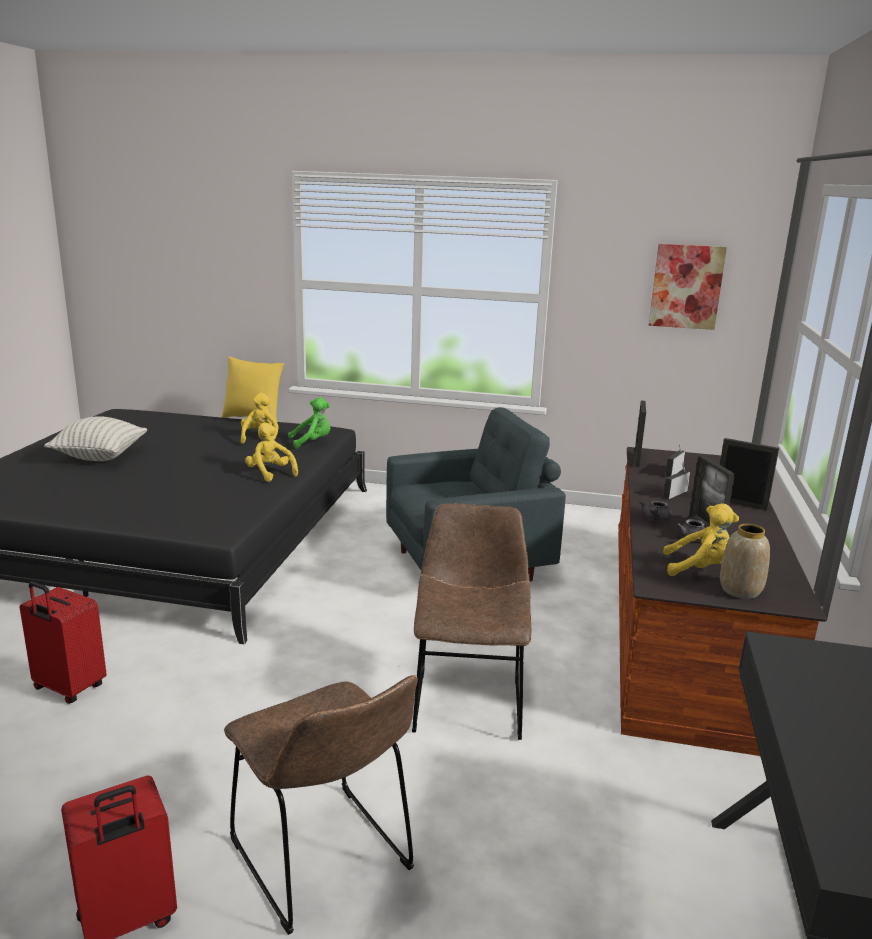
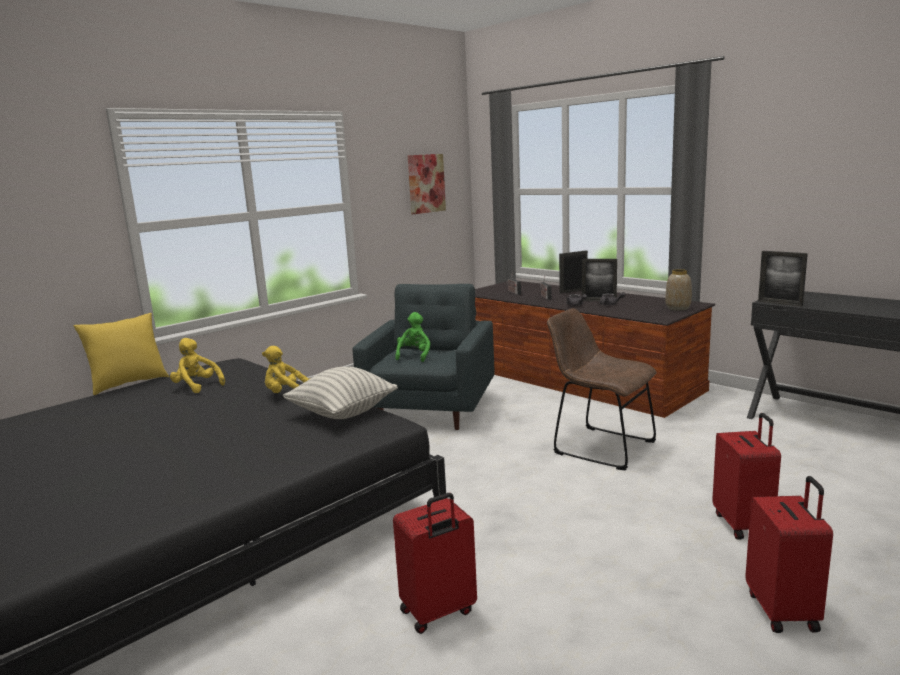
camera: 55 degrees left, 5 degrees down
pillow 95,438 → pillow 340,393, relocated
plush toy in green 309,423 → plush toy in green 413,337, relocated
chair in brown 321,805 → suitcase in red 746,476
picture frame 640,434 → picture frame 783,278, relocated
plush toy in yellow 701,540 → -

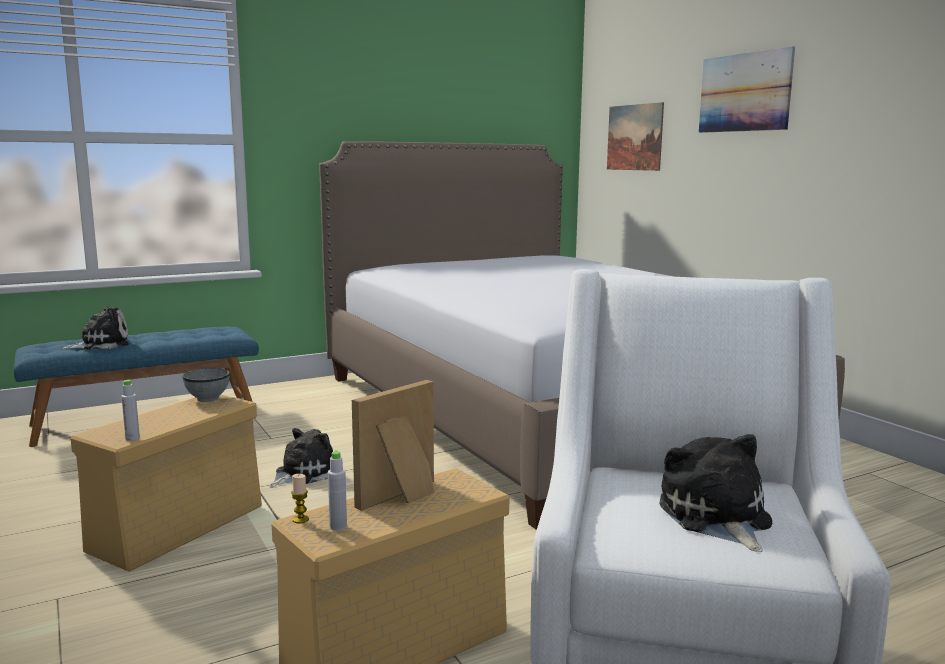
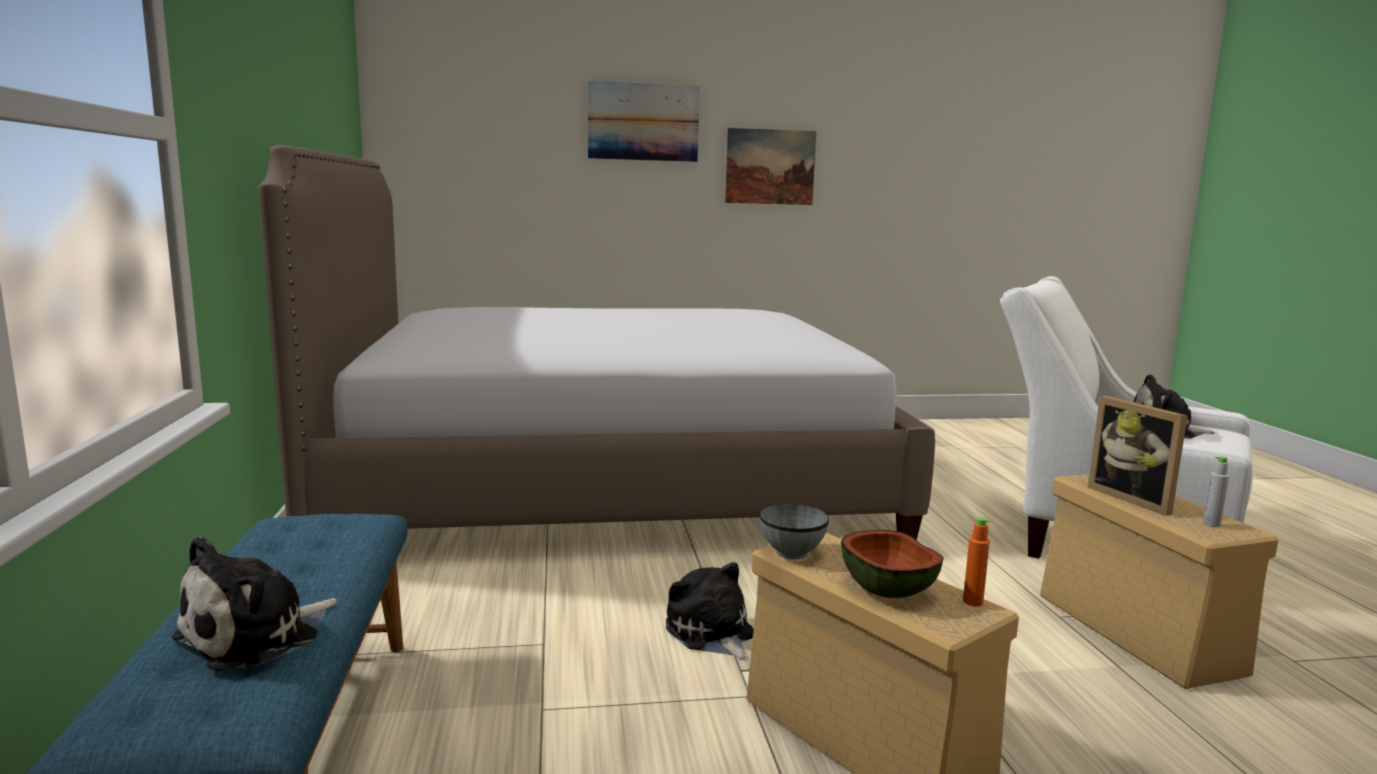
camera: 70 degrees left, 0 degrees up
plush toy 95,328 → plush toy 254,603, 135 degrees counterclockwise
picture 635,136 → picture 770,166, relocated
- → bowl 892,564
bottle in grey 130,410 → bottle in orange 976,562
candle 300,499 → -

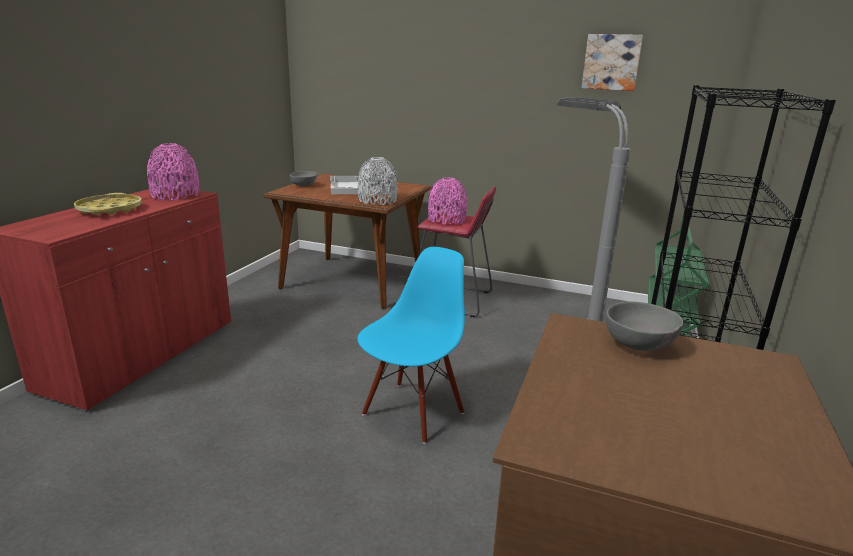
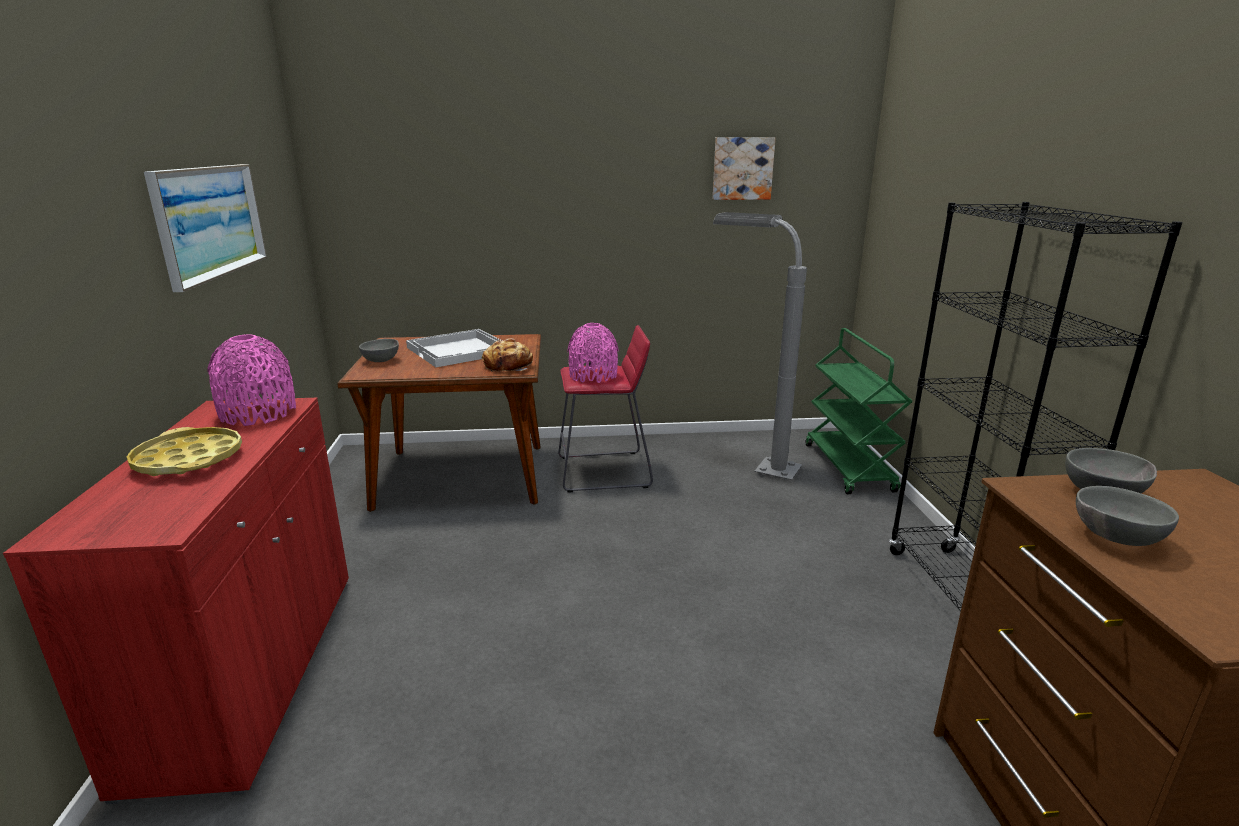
camera: 25 degrees left, 0 degrees up
- → picture 205,228
vase in grey 377,181 → bread 507,355
- → bowl in grey 1127,516
chair in blue 411,345 → -

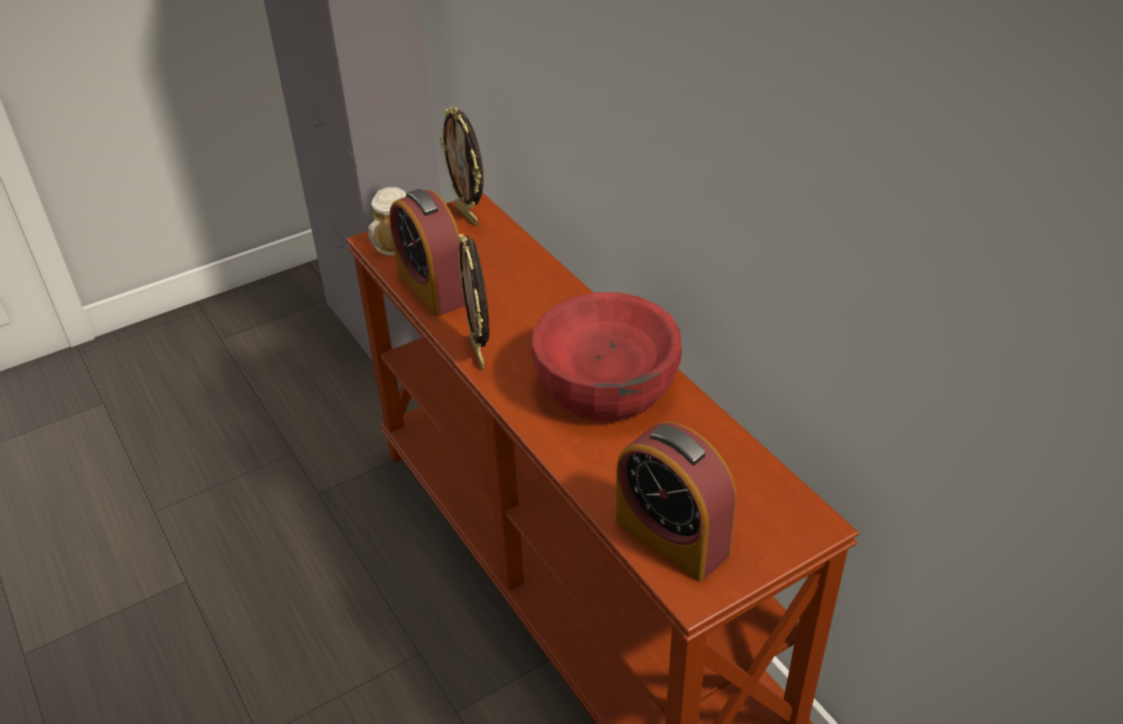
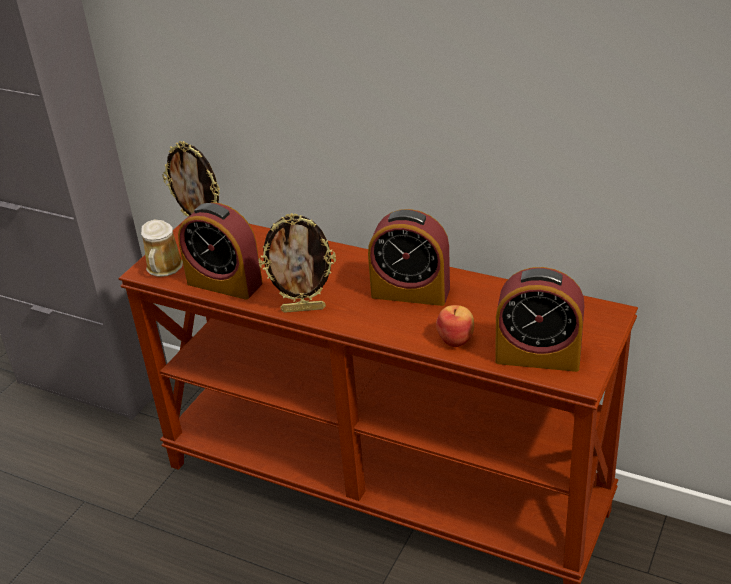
camera: 30 degrees left, 5 degrees down
picture frame 473,301 → picture frame 297,263, 45 degrees counterclockwise
bowl in red 606,356 → alarm clock 409,257
- → apple 455,326

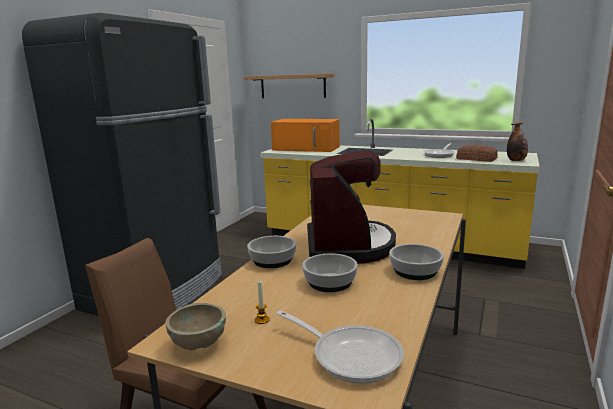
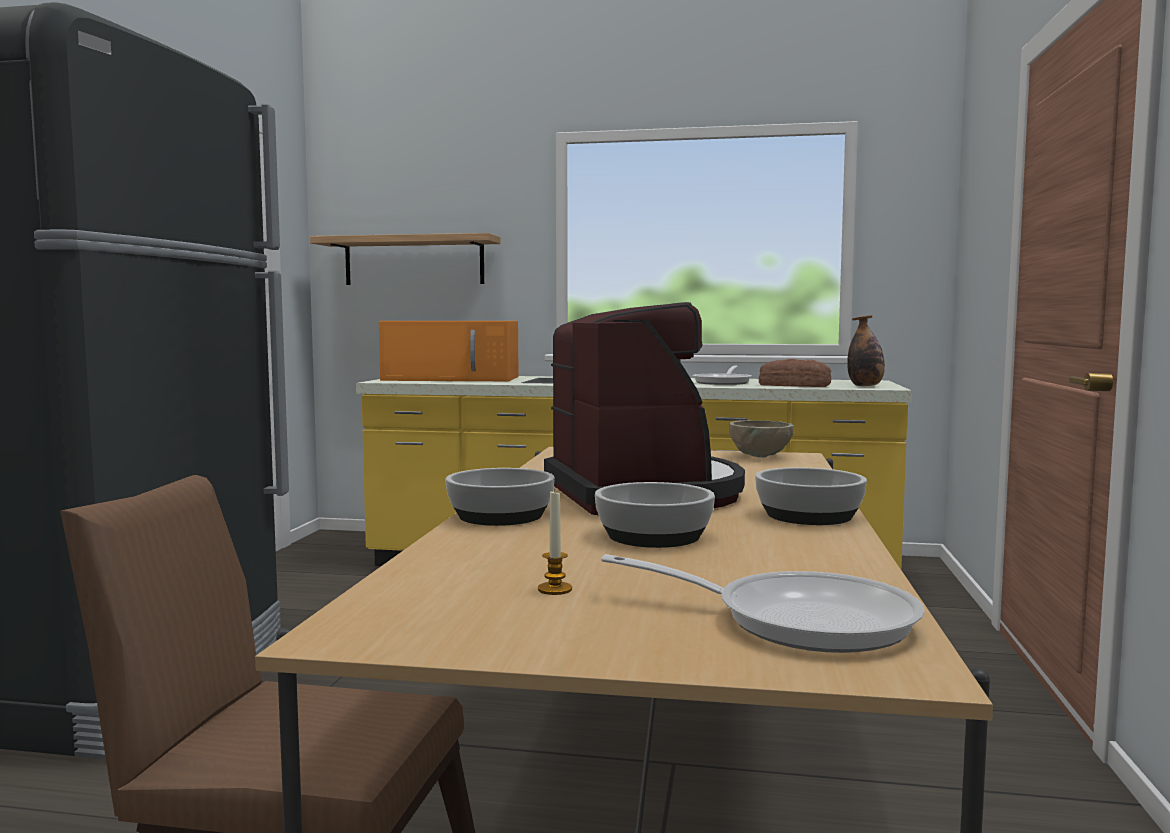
camera: 15 degrees left, 10 degrees down
bowl in beige 195,326 → bowl in beige 761,438, relocated

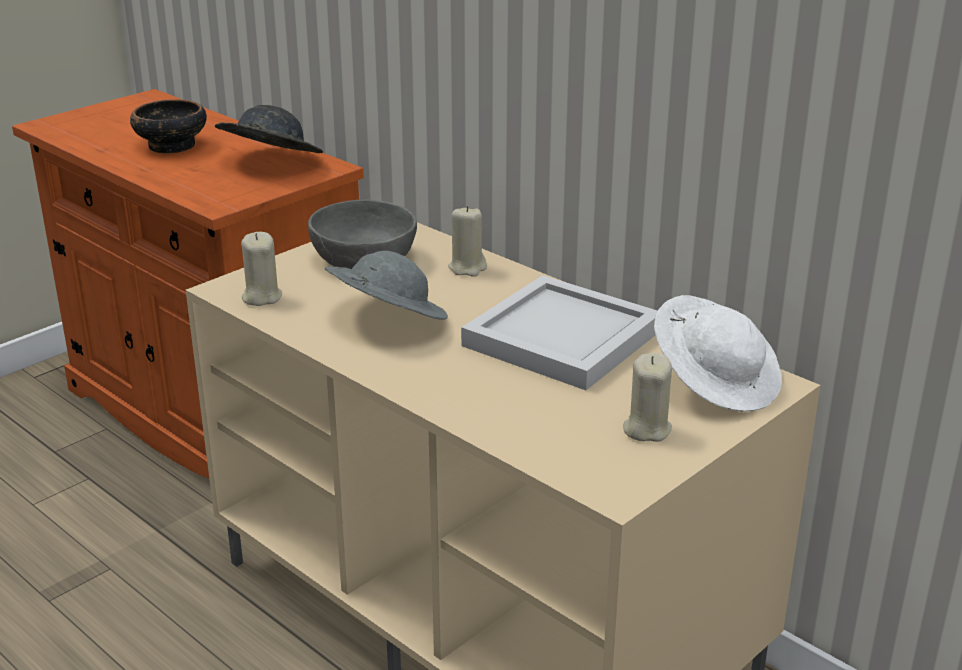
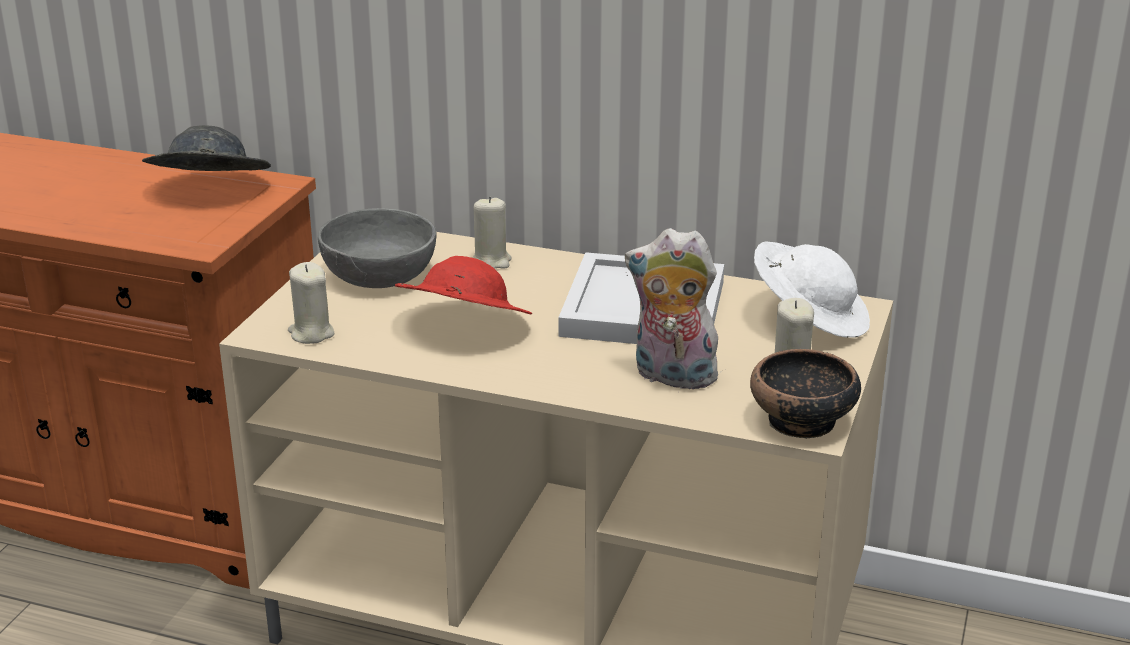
camera: 25 degrees left, 0 degrees up
hat in grey 386,285 → hat in red 463,285
- → plush toy 673,308
bowl 168,126 → bowl 805,394, relocated

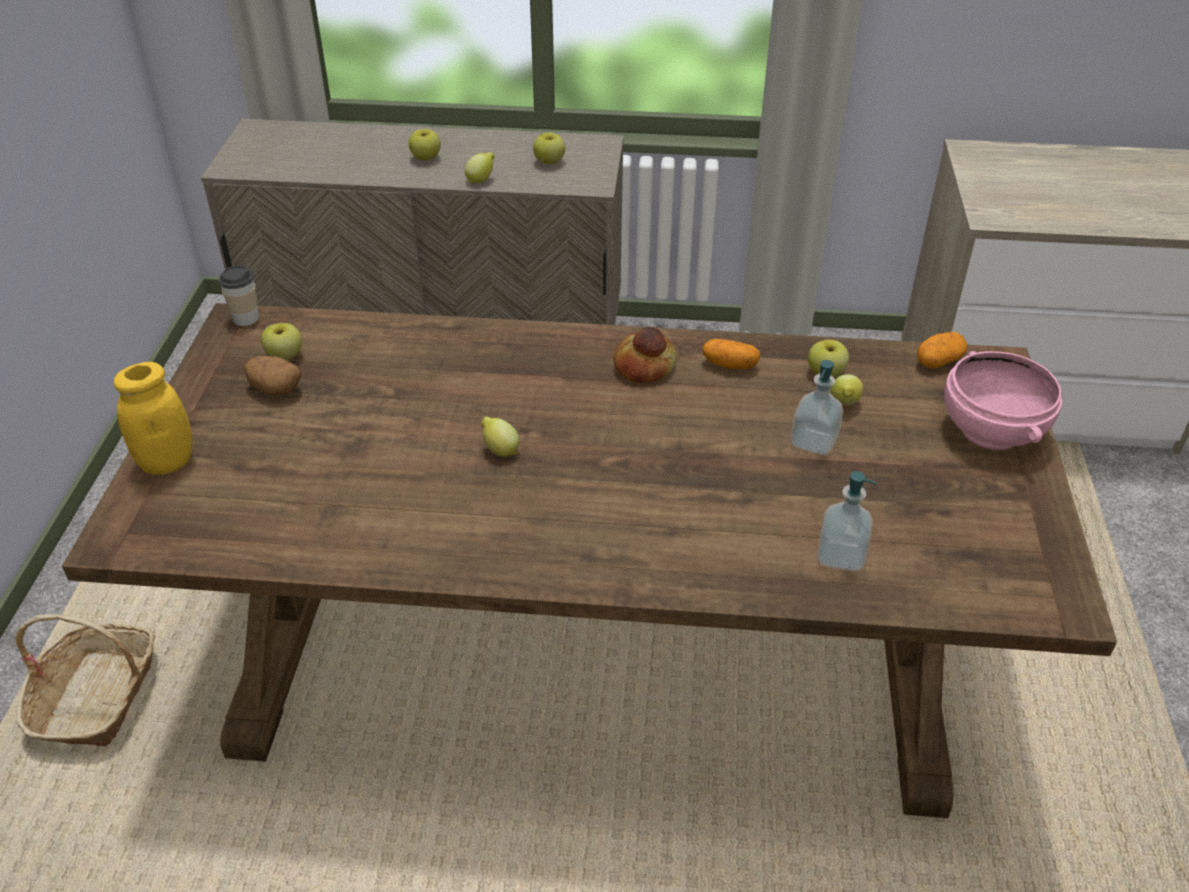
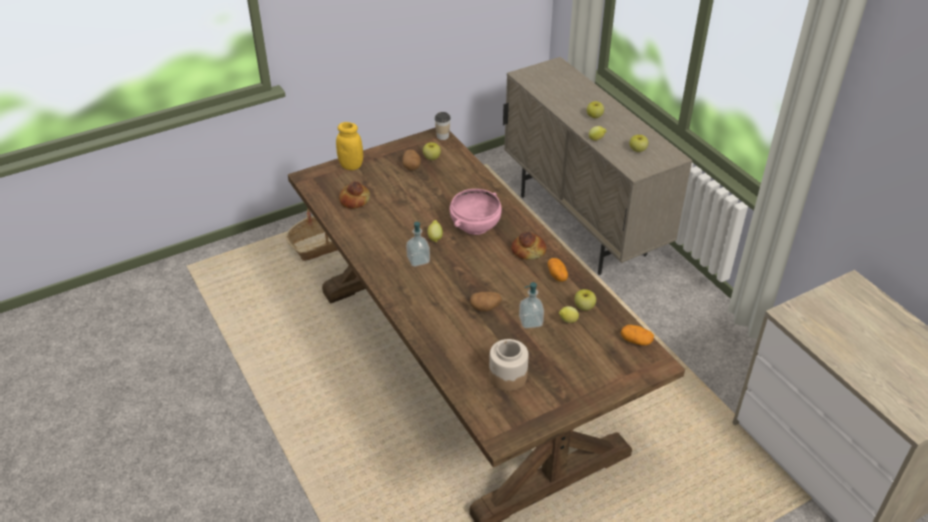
camera: 55 degrees right, 0 degrees up
- → bread 354,195
soap dispenser 847,521 → soap dispenser 418,244, relocated
bowl in pink 1003,400 → bowl in pink 476,212, relocated
- → potato 486,302
- → jar 509,365

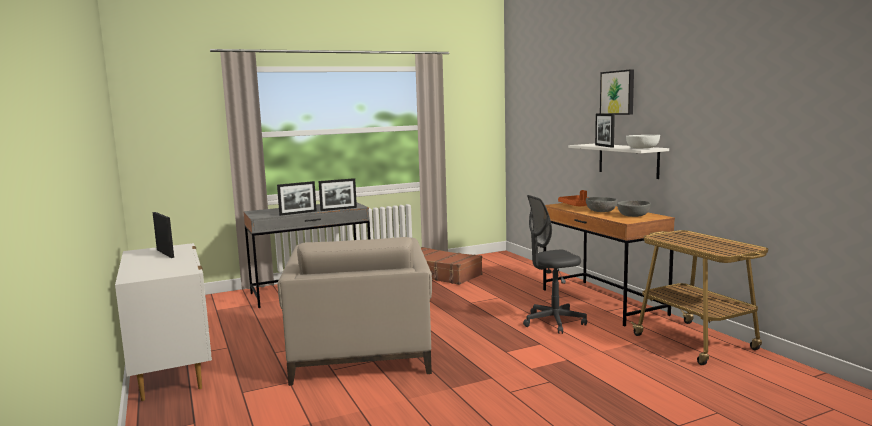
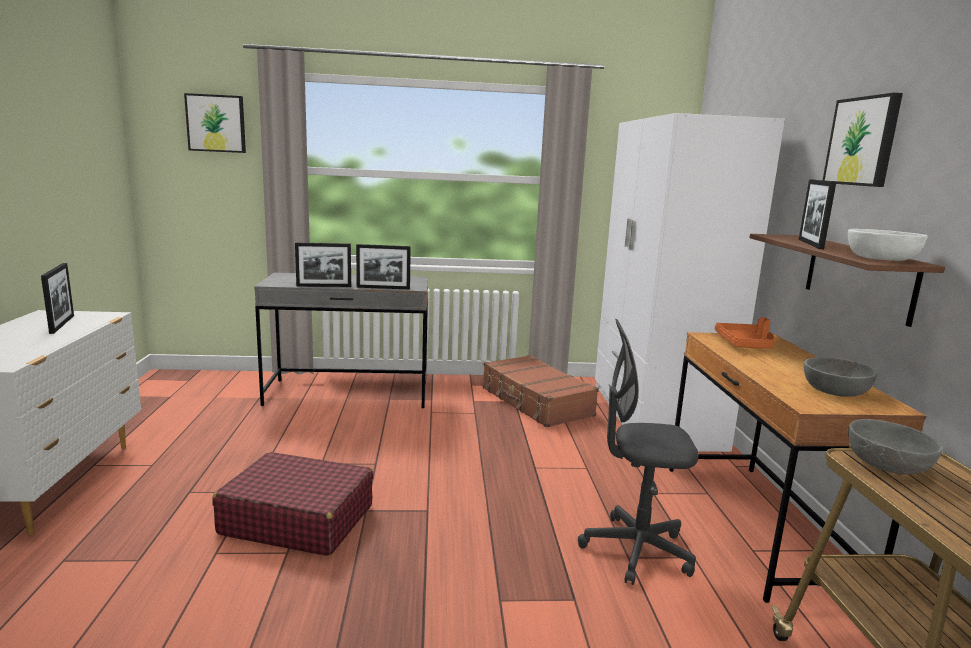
camera: 20 degrees right, 5 degrees up
- → picture 215,123
armchair in beige 355,311 → suitcase in red 293,504
- → wardrobe in white 690,282
shelf in white 618,161 → shelf in brown 847,280
bowl in grey 601,204 → bowl in grey 895,447, relocated

